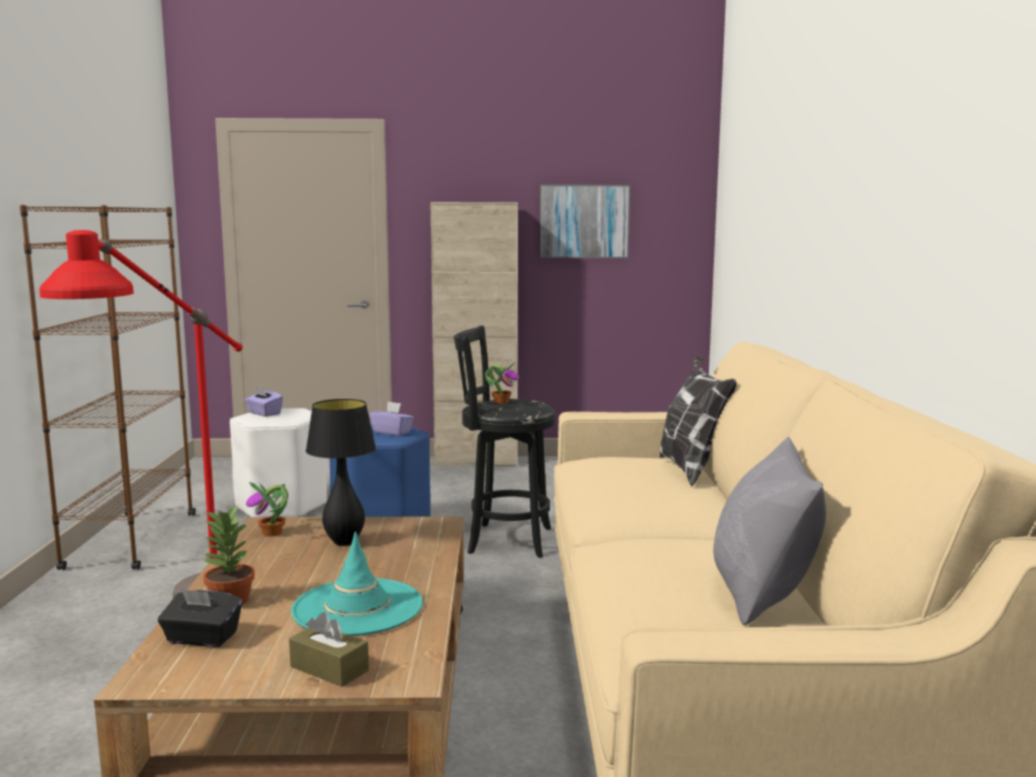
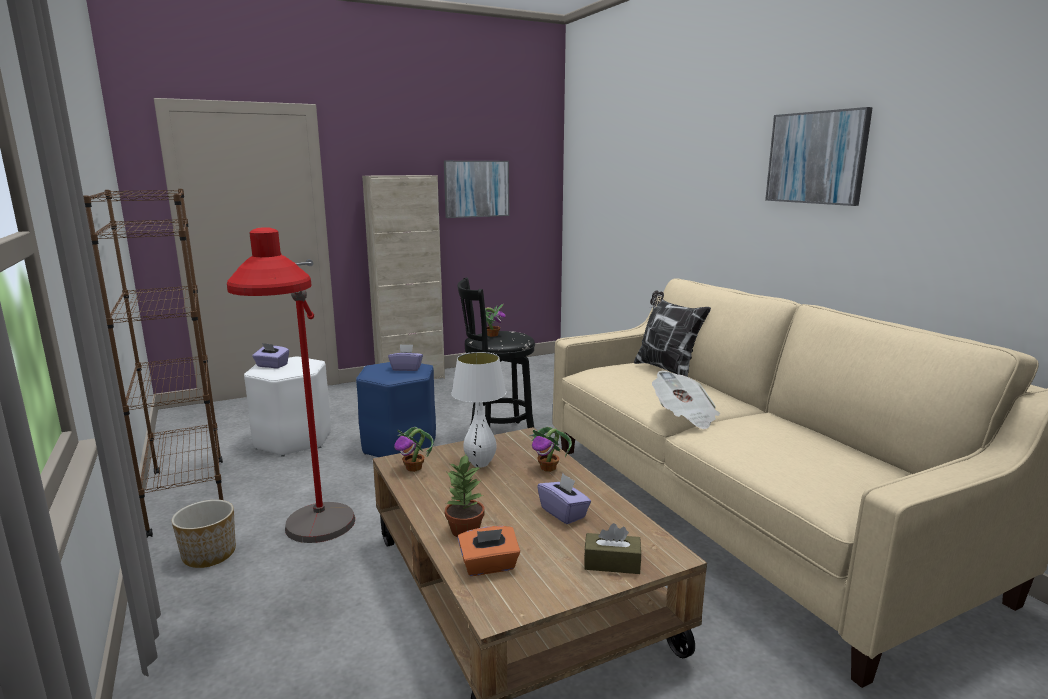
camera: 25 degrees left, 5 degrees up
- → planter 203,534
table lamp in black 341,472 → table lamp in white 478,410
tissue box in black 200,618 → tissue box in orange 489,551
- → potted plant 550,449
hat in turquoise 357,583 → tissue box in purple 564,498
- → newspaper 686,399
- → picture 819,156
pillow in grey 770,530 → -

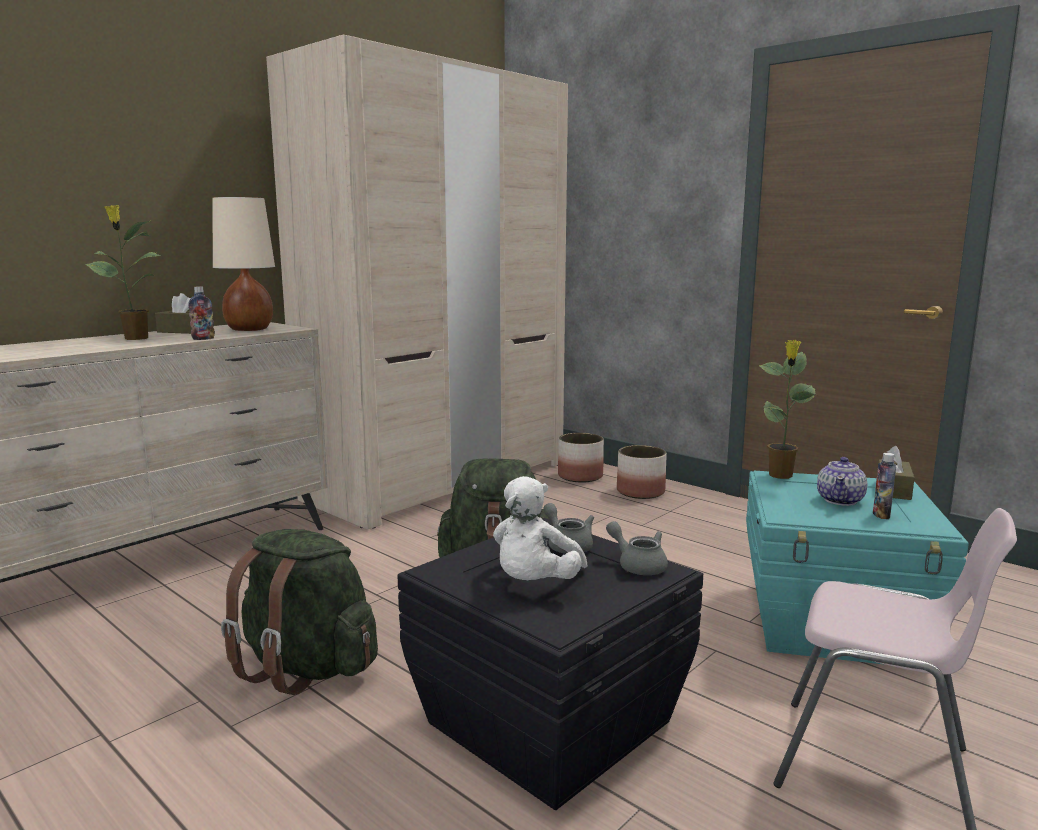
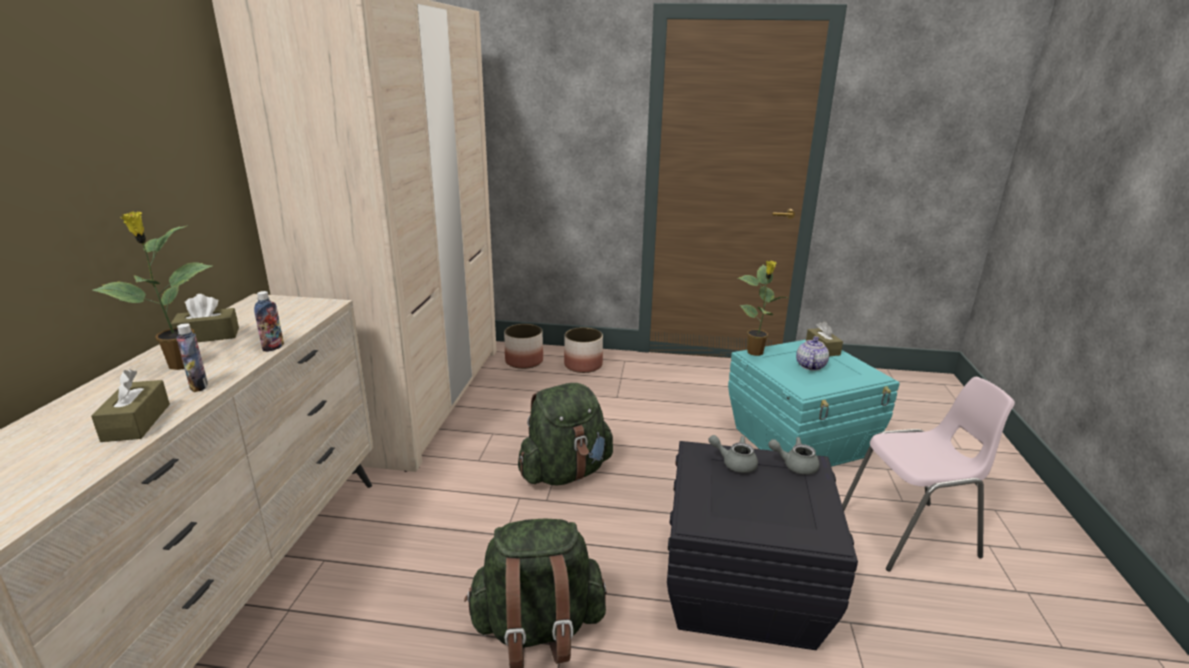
camera: 35 degrees left, 10 degrees up
- → tissue box in brown 130,405
bottle 884,486 → bottle 192,357, relocated
teapot 842,481 → teapot 812,353, 150 degrees counterclockwise
table lamp in beige 243,264 → -
plush toy in white 540,528 → -

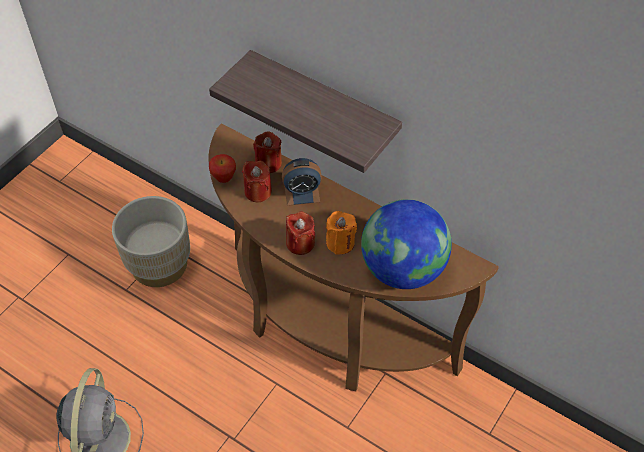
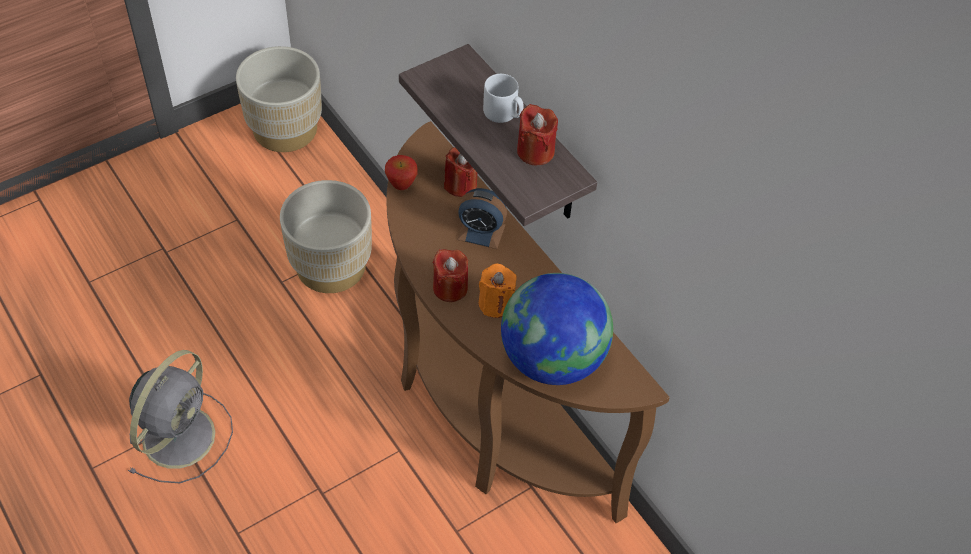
camera: 20 degrees right, 0 degrees up
- → planter in beige 279,99
- → mug in grey 503,98
candle in red 257,181 → candle in red 537,134, relocated

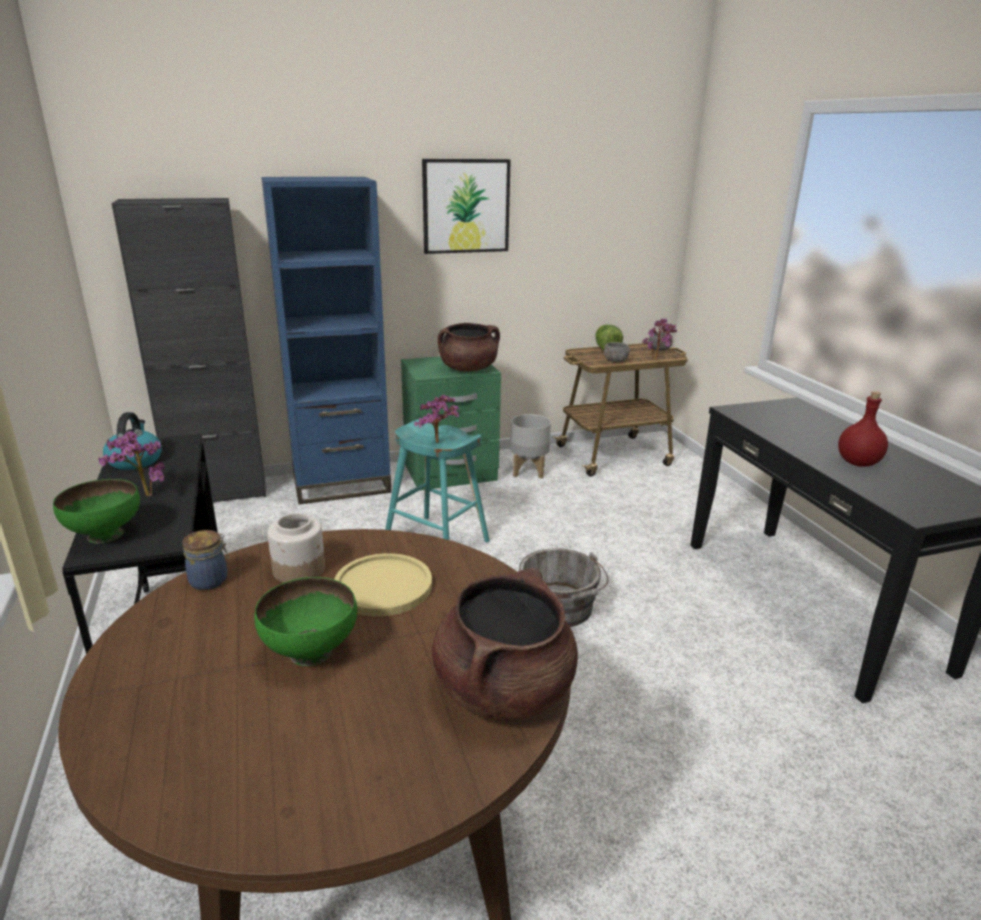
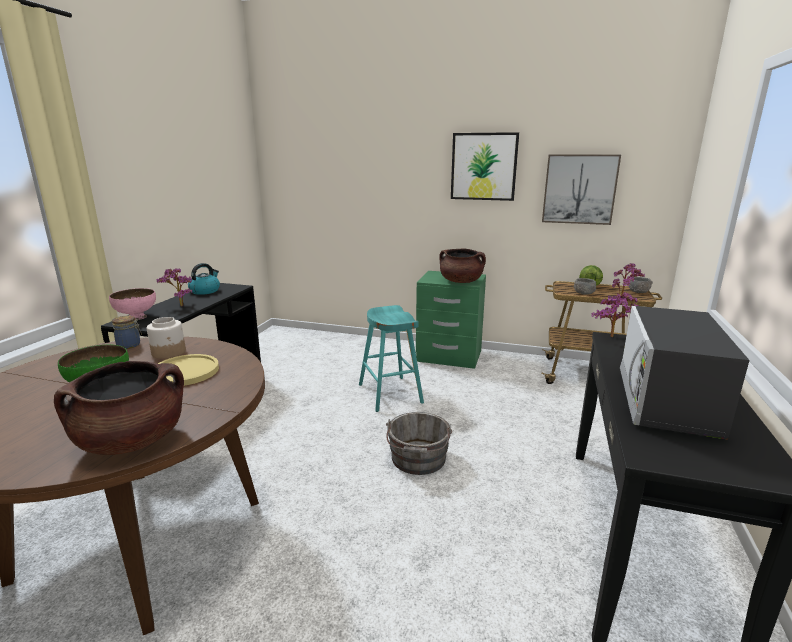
camera: 35 degrees right, 5 degrees down
bowl in green 96,511 → bowl in pink 132,304
- → picture 581,189
potted plant 436,418 → potted plant 615,314, relocated
bottle in red 863,429 → microwave 684,373
cabinet in black 188,350 → -
bookcase in blue 326,341 → -
planter in grey 530,446 → -

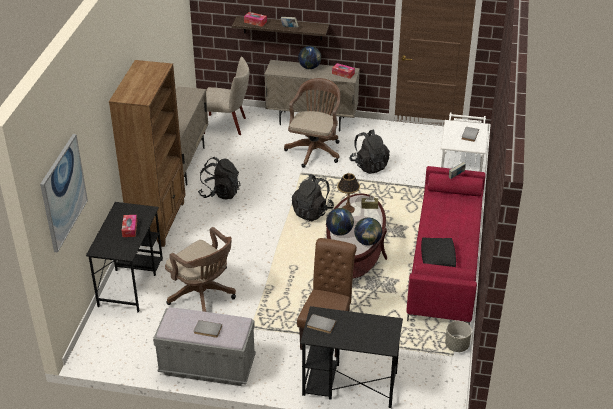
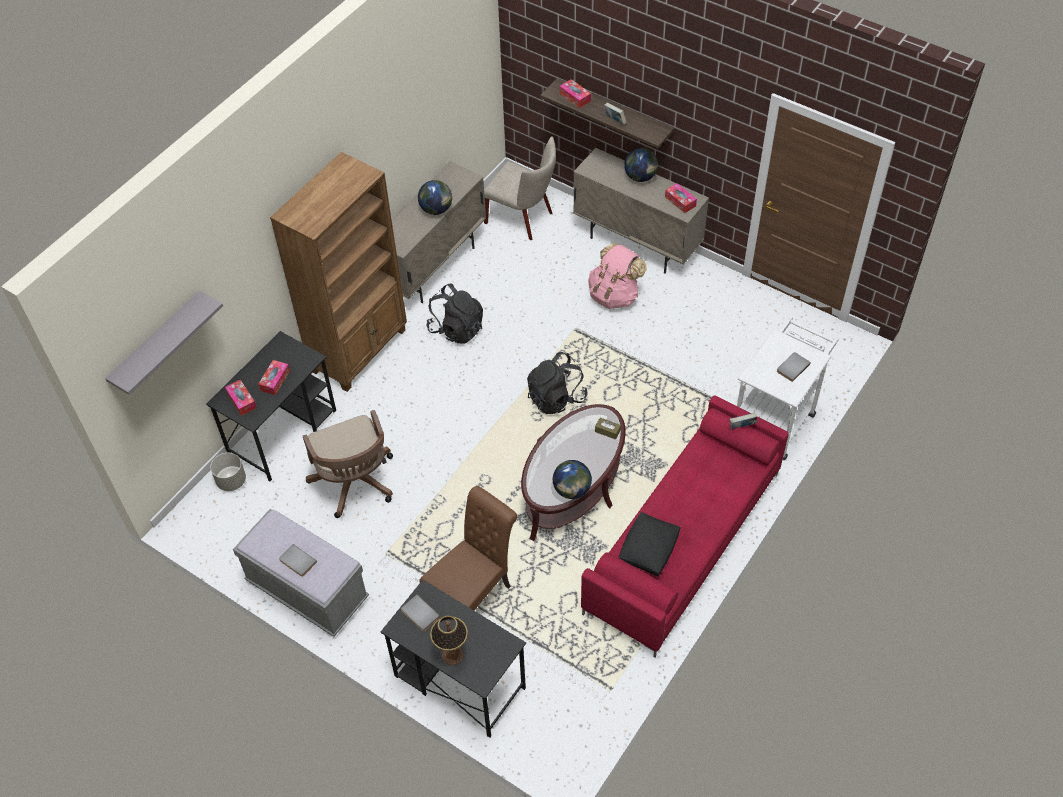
camera: 25 degrees right, 15 degrees up
picture 64,193 → shelf in grey 164,343
planter in grey 458,336 → planter in grey 228,472, relocated
- → tissue box 241,398
globe 340,222 → globe 435,197, relocated
table lamp 348,193 → table lamp 449,640, relocated
office chair in brown 312,123 → backpack in pink 617,276
backpack in black 369,152 → -

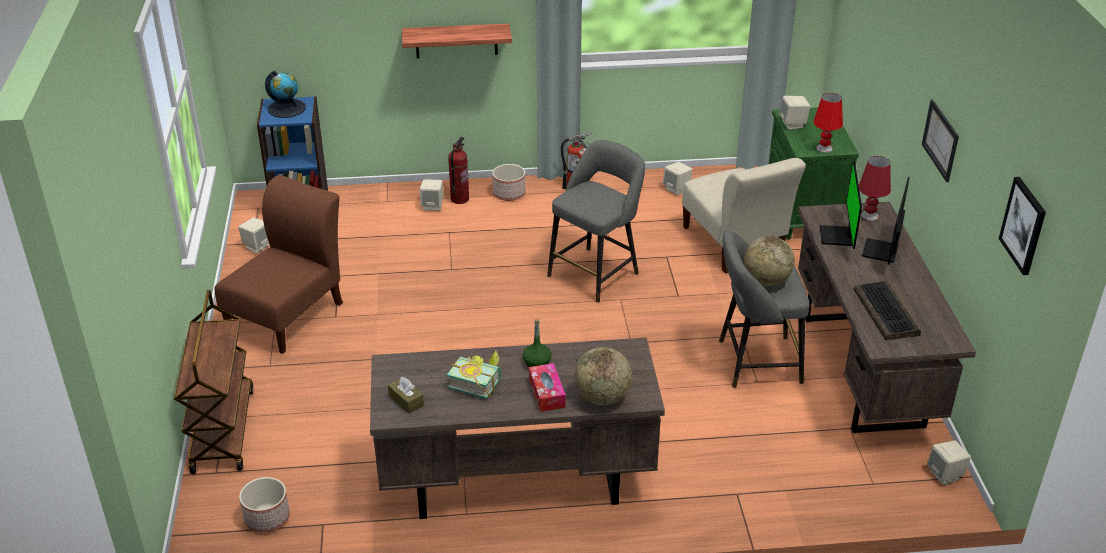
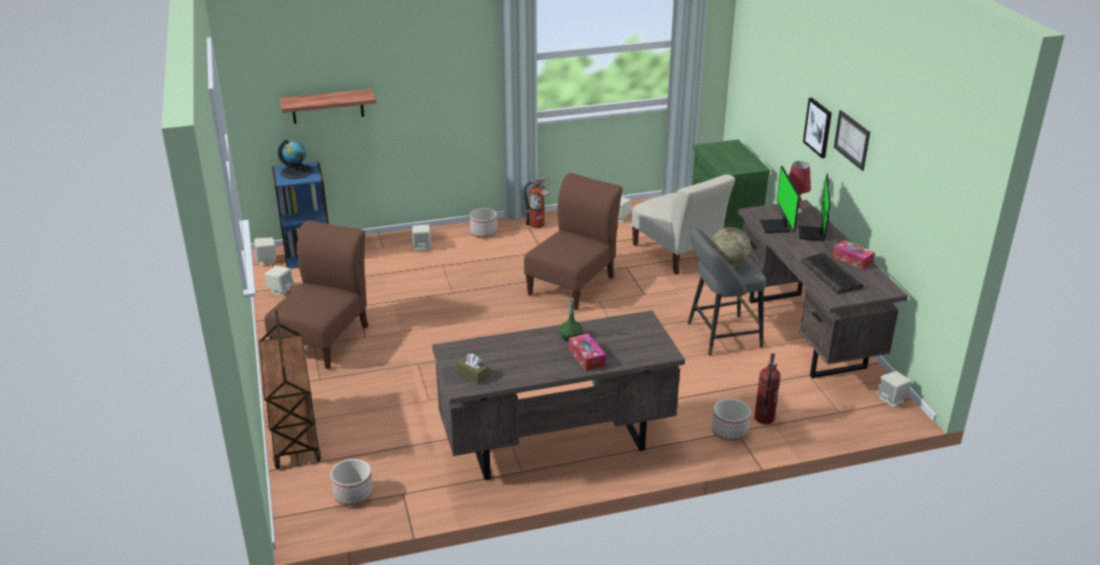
camera: 10 degrees left, 5 degrees down
speaker in beige 795,113 → speaker in beige 265,251, relocated
shelf 457,41 → shelf 328,106, relocated
stool in grey 596,221 → chair in brown 573,241
- → planter 731,420
fire extinguisher 458,170 → fire extinguisher 767,388, relocated
picture 1022,226 → picture 817,127, relocated
- → tissue box 853,255
book 474,375 → -
globe 603,376 → -
table lamp in red 828,123 → -

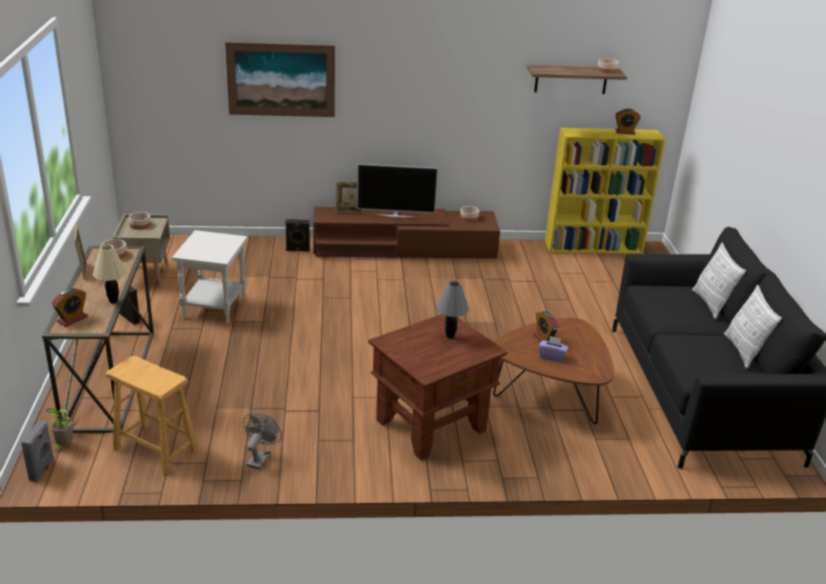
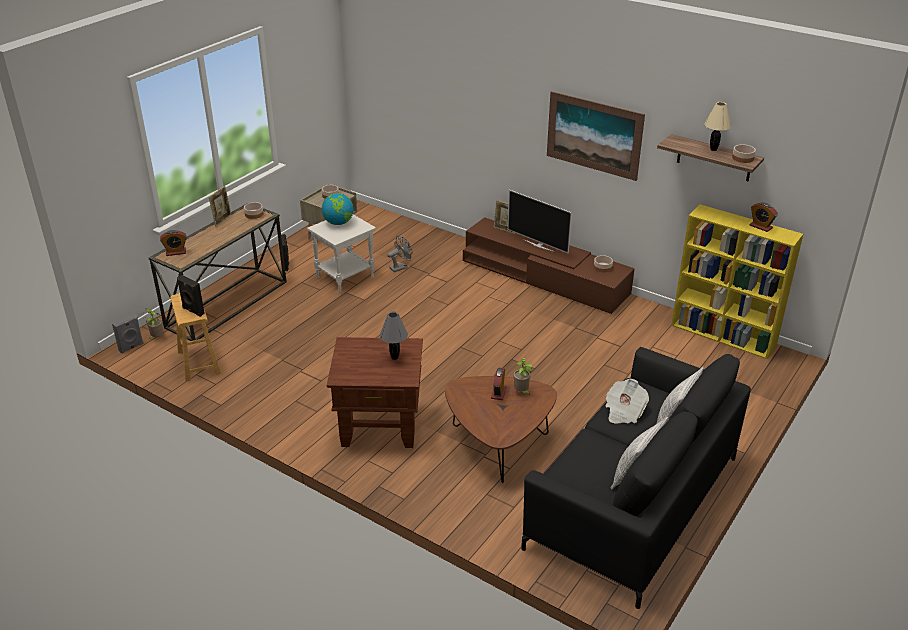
camera: 40 degrees right, 5 degrees up
speaker in black 297,235 → speaker in black 191,296, relocated
- → globe 337,209
fan in grey 262,441 → fan in grey 399,254, relocated
- → potted plant 523,376
picture 280,79 → picture 596,136, relocated
- → newspaper 627,401
table lamp in beige 110,274 → table lamp in beige 717,126, relocated
tissue box in purple 553,349 → -

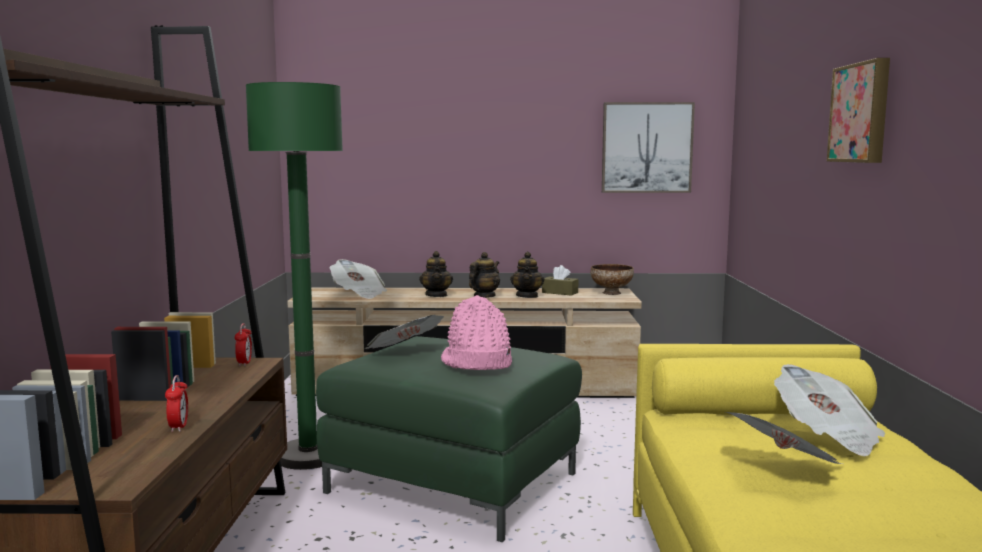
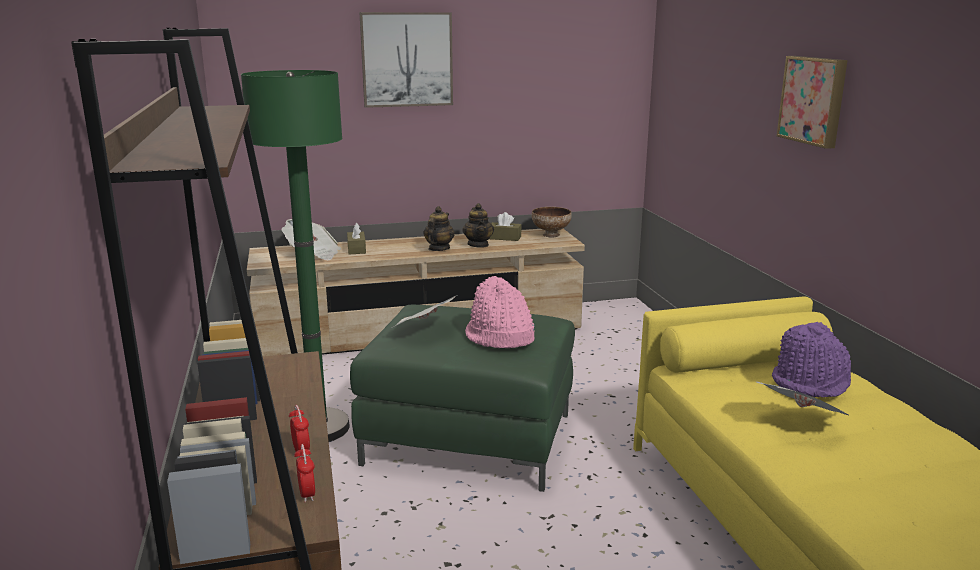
camera: 15 degrees left, 10 degrees up
alarm clock 243,344 → alarm clock 304,473, relocated
- → tissue box in brown 356,238
picture 648,147 → picture 406,60, relocated
newspaper 830,410 → hat in purple 811,359
teapot 436,274 → -

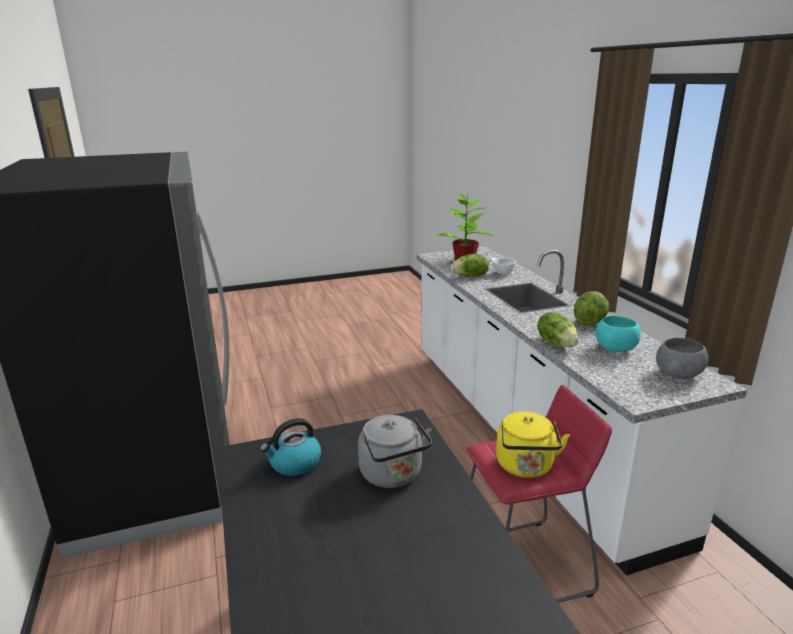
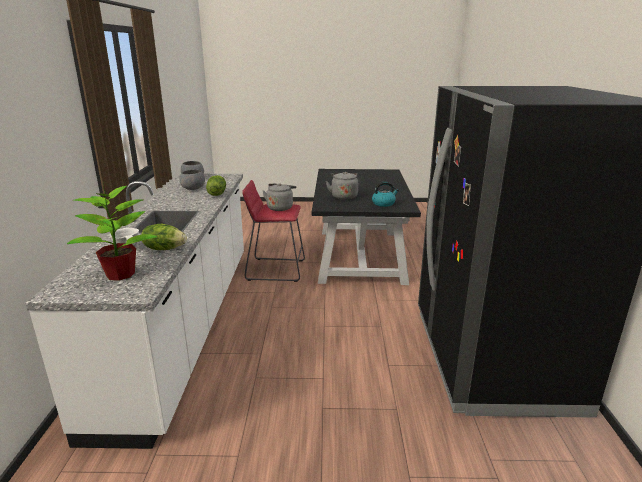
camera: 160 degrees left, 0 degrees up
bowl in turquoise 618,334 → bowl in grey 192,179
kettle in yellow 533,445 → kettle in grey 279,197
lettuce 591,308 → -

